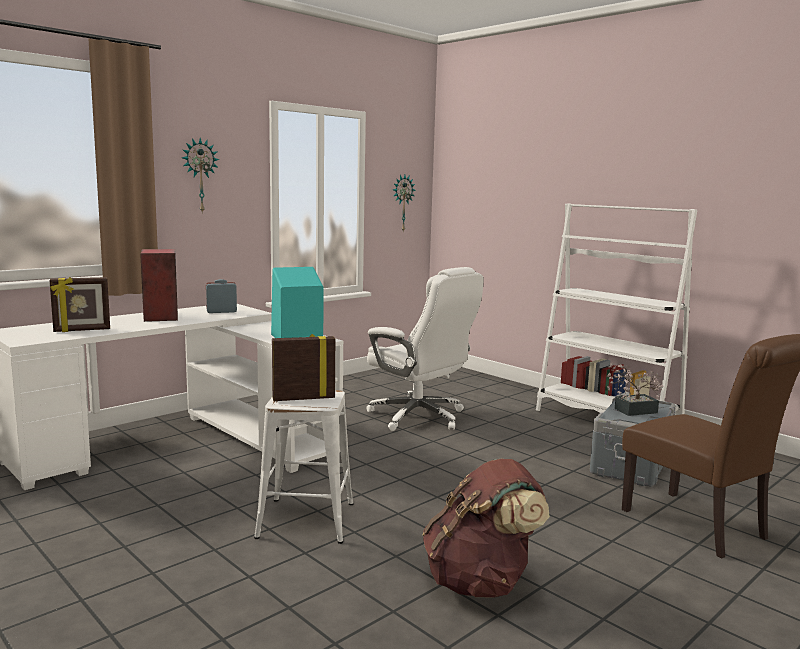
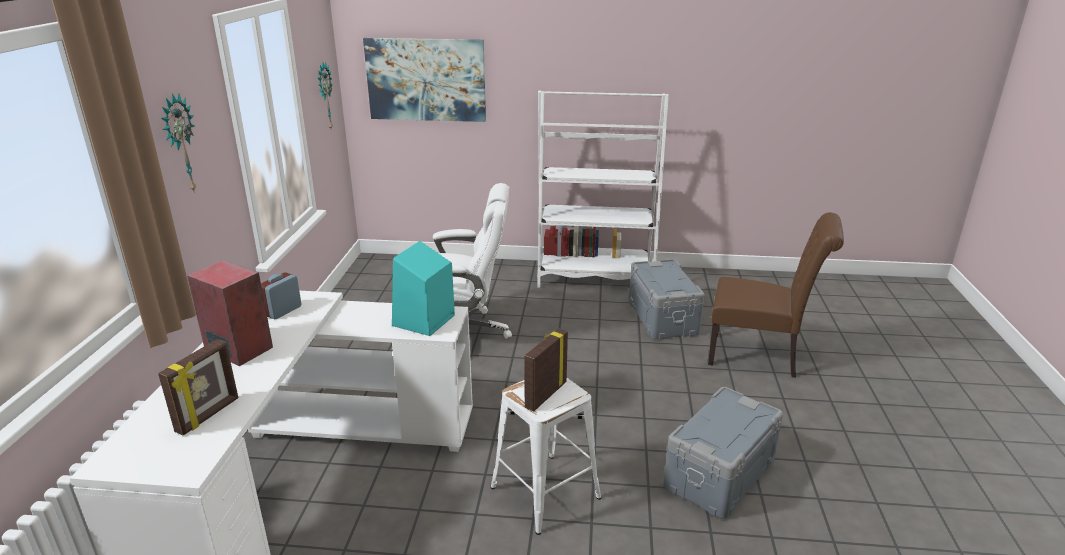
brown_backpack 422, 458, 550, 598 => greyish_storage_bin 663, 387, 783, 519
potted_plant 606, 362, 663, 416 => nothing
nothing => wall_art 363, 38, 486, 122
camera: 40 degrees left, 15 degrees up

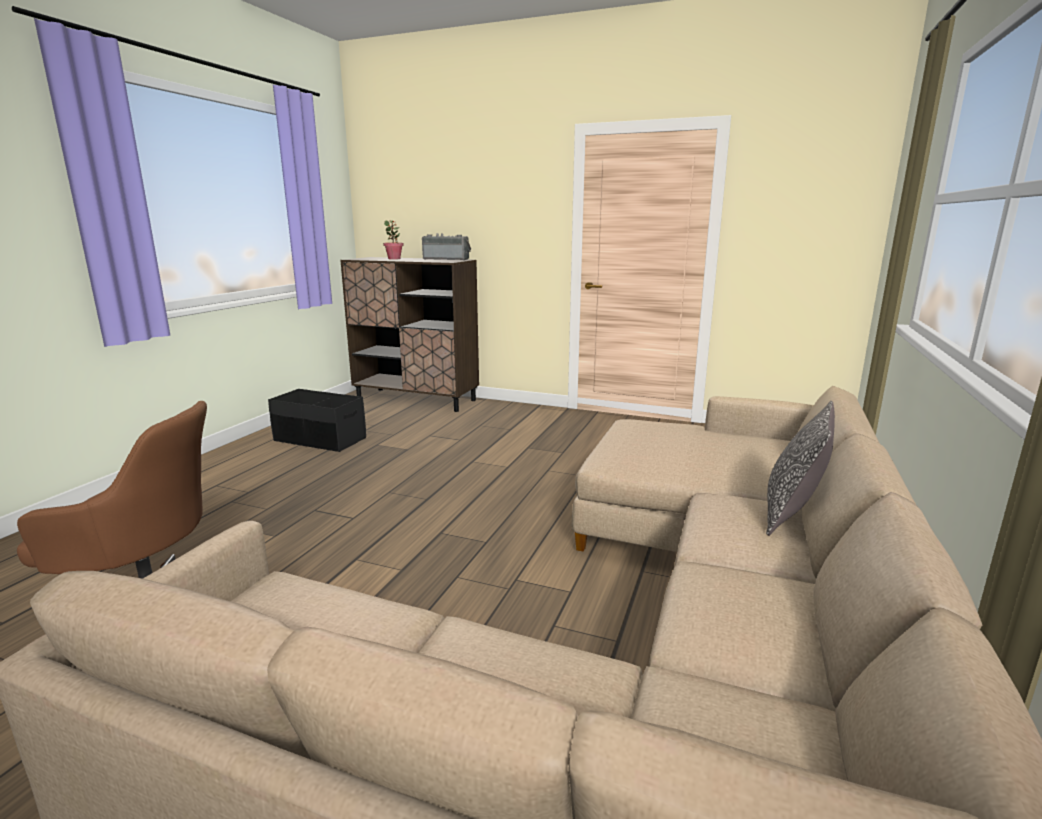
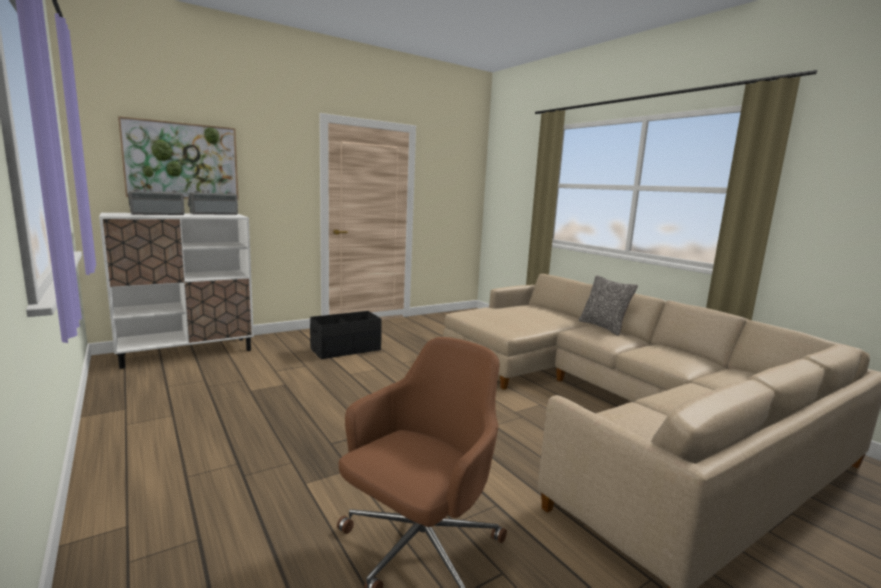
black-coloured_storage_bin 268, 389, 366, 452 => black-coloured_storage_bin 310, 311, 382, 359, moved
brown_cabinet 340, 257, 479, 412 => white_cabinet 99, 213, 254, 369
potted_plant 383, 220, 404, 260 => radio 128, 188, 184, 215
nothing => wall_art 118, 116, 239, 200
camera: 55 degrees left, 5 degrees down

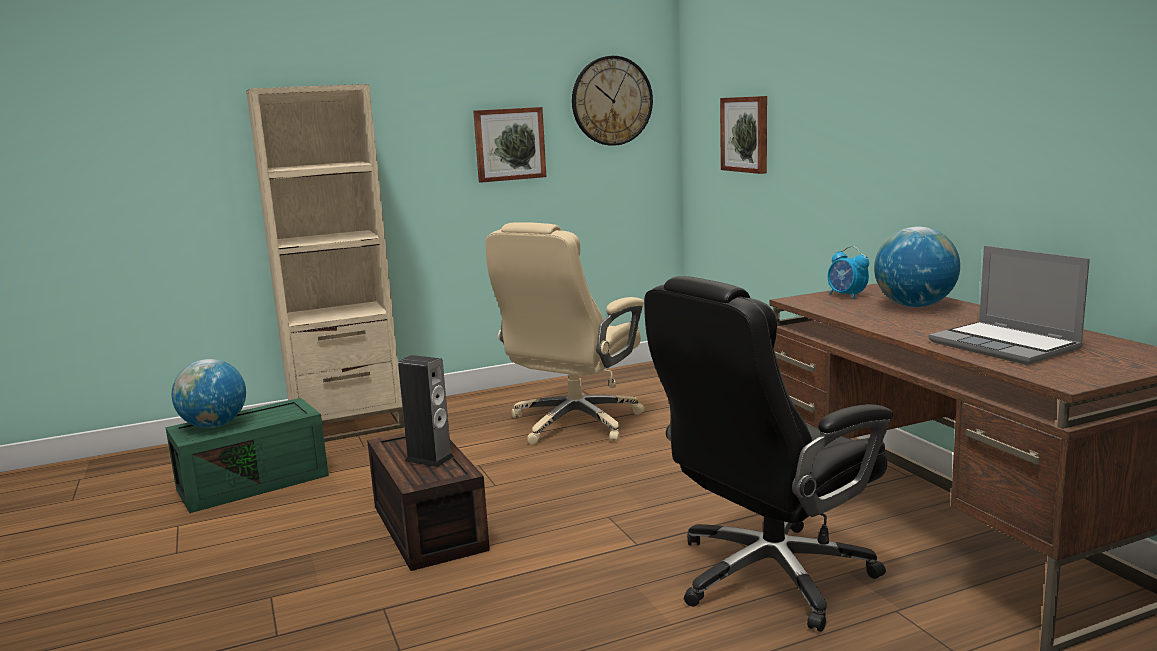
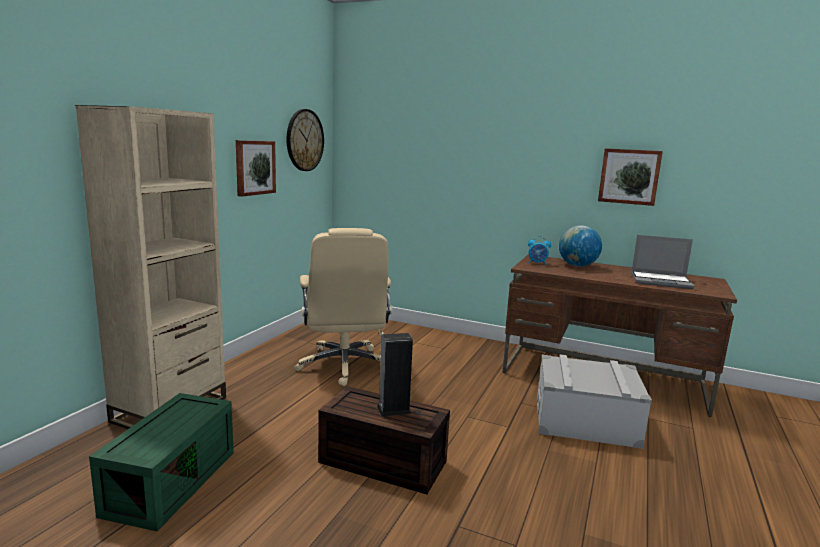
globe 172, 359, 246, 428 => nothing
black-coloured_desk_chair 644, 276, 893, 632 => greyish_storage_bin 537, 354, 652, 449
wall_art 720, 96, 767, 174 => wall_art 598, 148, 663, 206, moved
camera: 45 degrees left, 0 degrees up

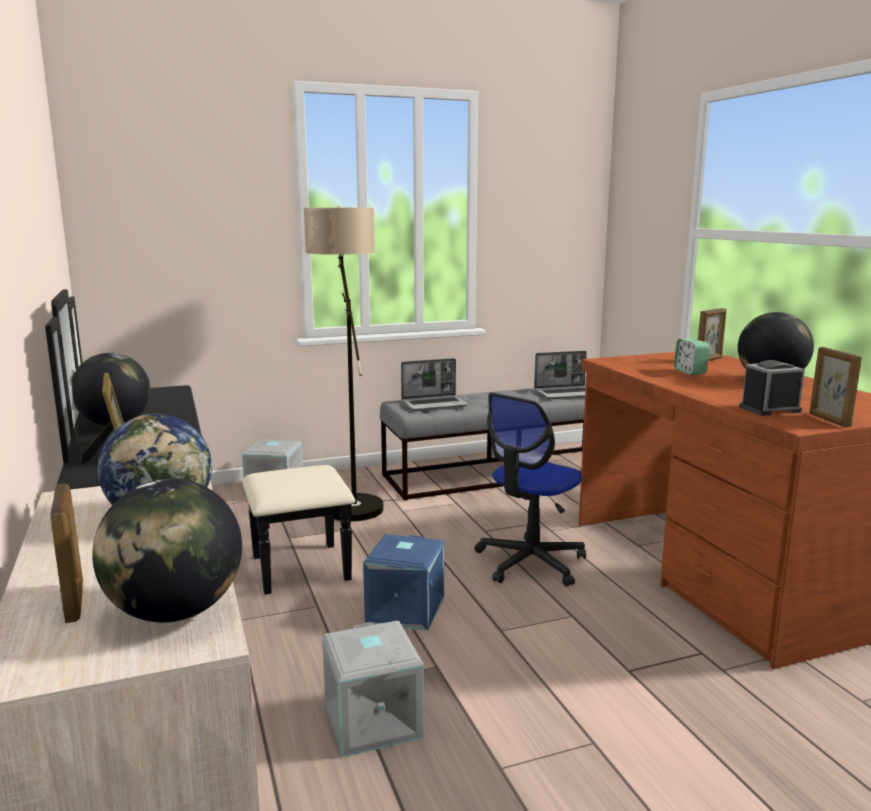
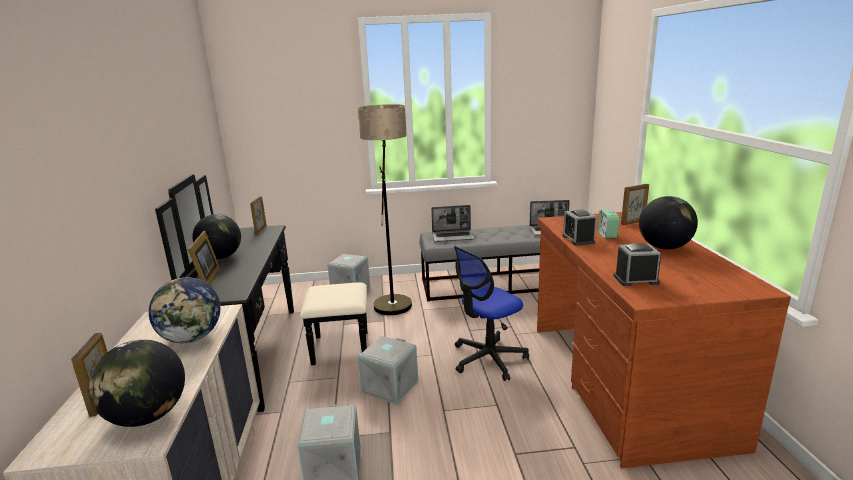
bluish_storage_bin 363, 534, 444, 631 => greyish_storage_bin 358, 336, 418, 405
photo_frame 809, 347, 862, 427 => photo_frame 250, 196, 267, 234, moved
nothing => bedside_clock 563, 209, 597, 246
camera: 15 degrees right, 5 degrees up

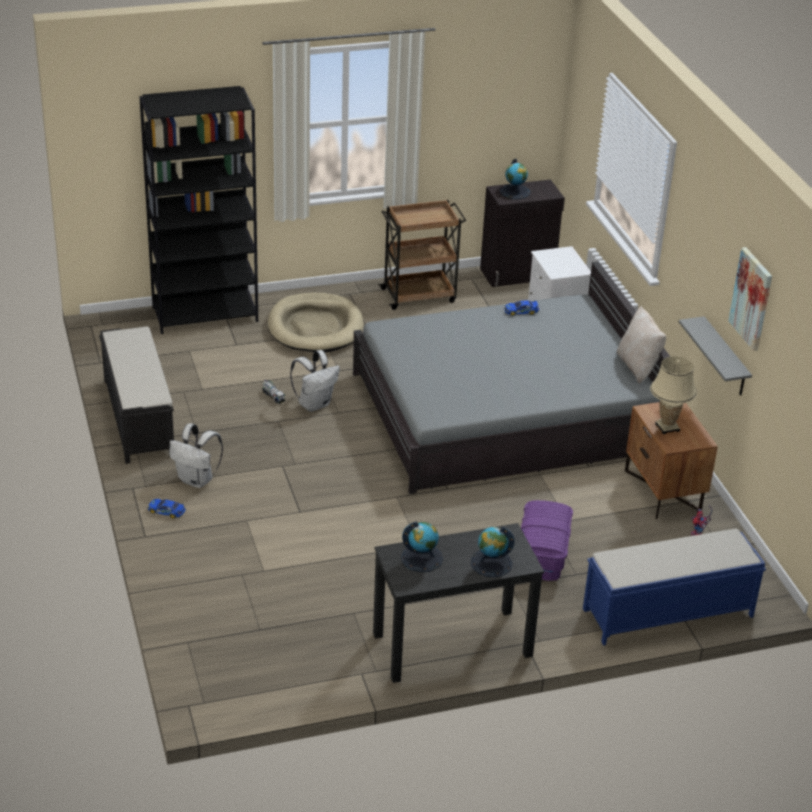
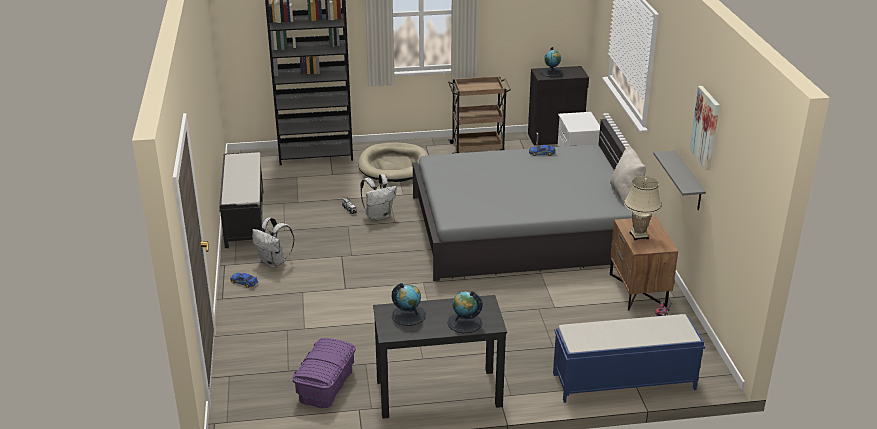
purple-coloured_storage_bin 521, 500, 573, 581 => purple-coloured_storage_bin 292, 338, 356, 408, moved
camera: 10 degrees right, 5 degrees down

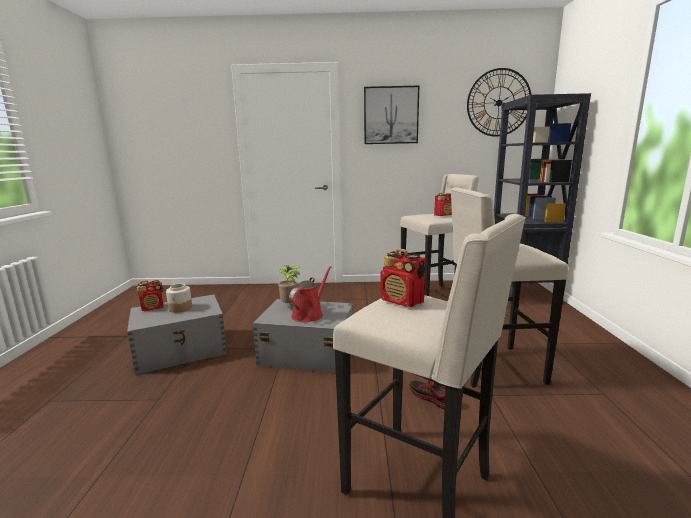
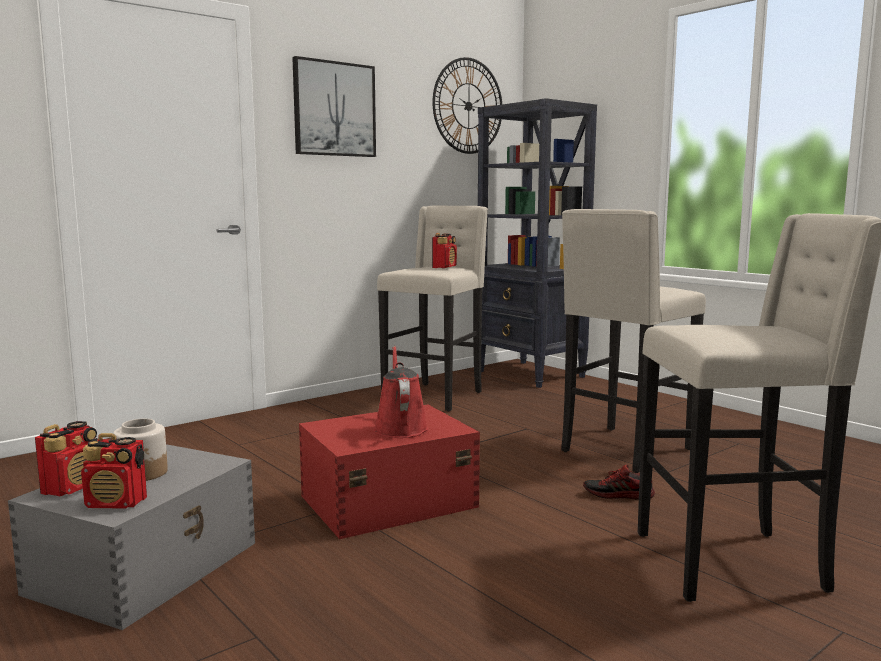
greyish_storage_bin 253, 299, 353, 373 => reddish_storage_bin 299, 404, 480, 539
potted_plant 278, 265, 300, 305 => nothing
radio 380, 248, 426, 307 => radio 81, 433, 147, 509, moved
camera: 40 degrees left, 5 degrees down

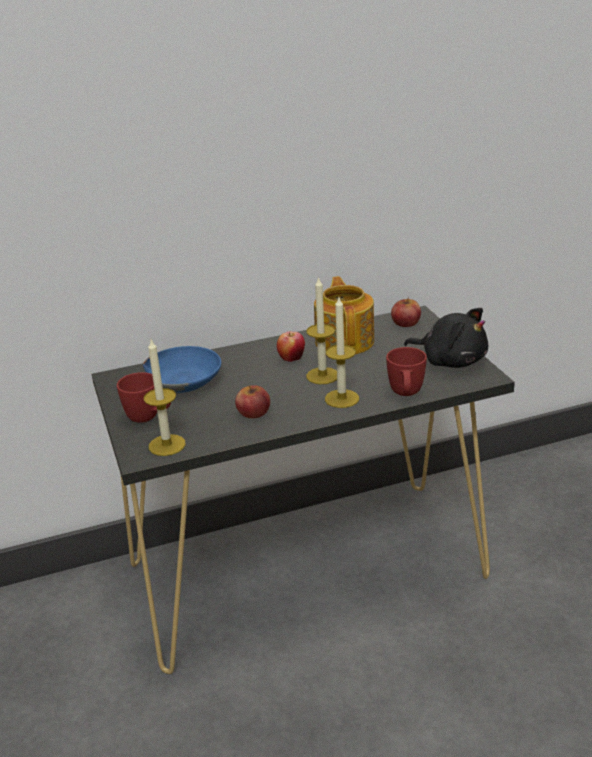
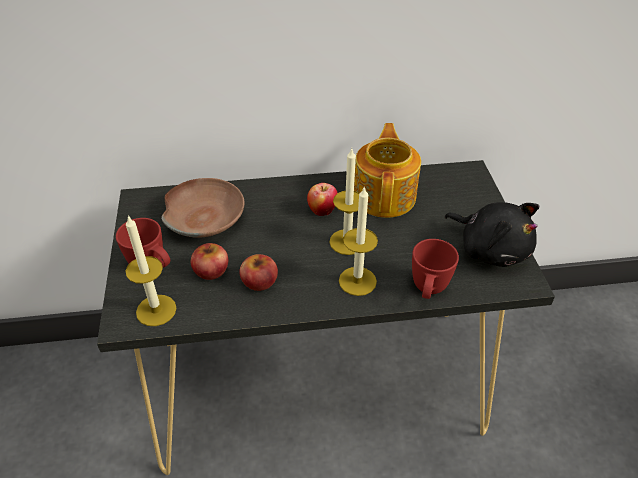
bluish_deep_dish 143, 346, 221, 393 => brown_deep_dish 161, 178, 245, 238
apple_fruit 391, 297, 421, 327 => apple_fruit 191, 243, 228, 280, moved
camera: 10 degrees right, 15 degrees up

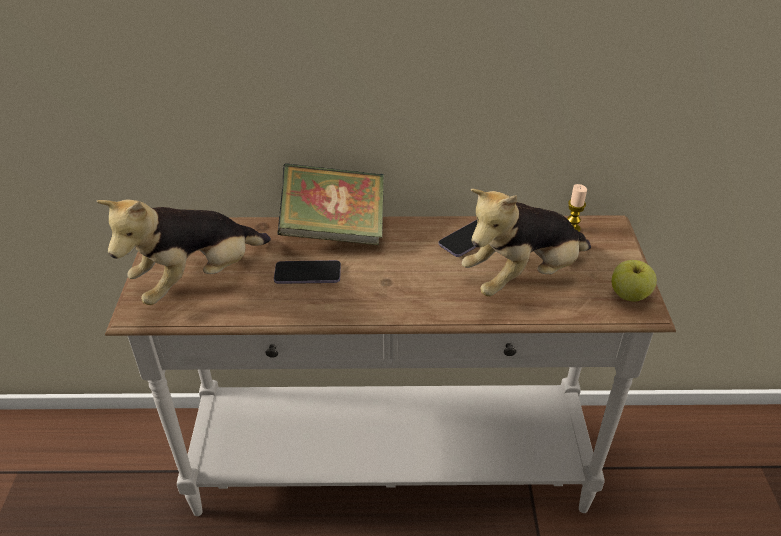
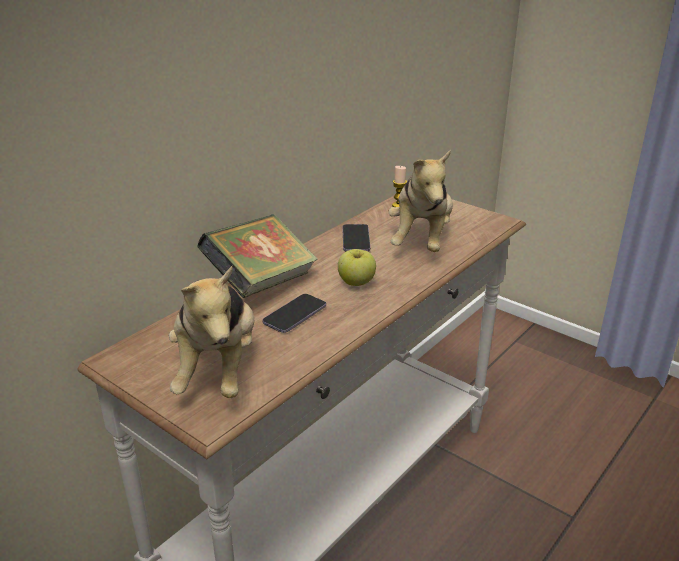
apple_fruit 612, 260, 657, 301 => apple_fruit 338, 249, 376, 286, moved
camera: 50 degrees left, 10 degrees down

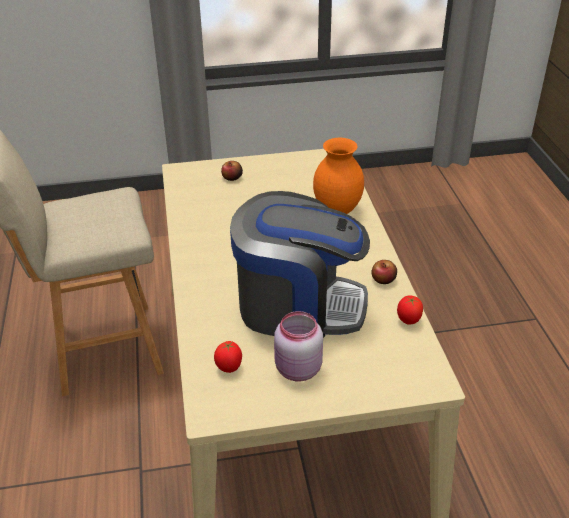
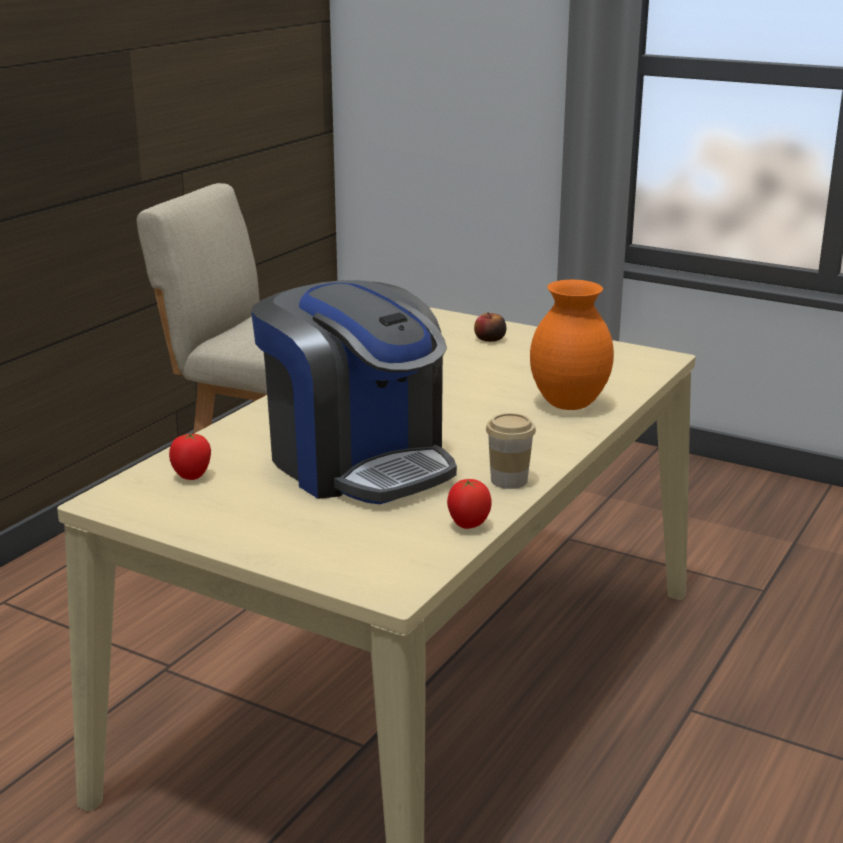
pinkish_storage_jar 274, 311, 323, 381 => nothing
apple_fruit 372, 260, 397, 284 => drinking_cup 486, 413, 536, 489
camera: 40 degrees right, 15 degrees down

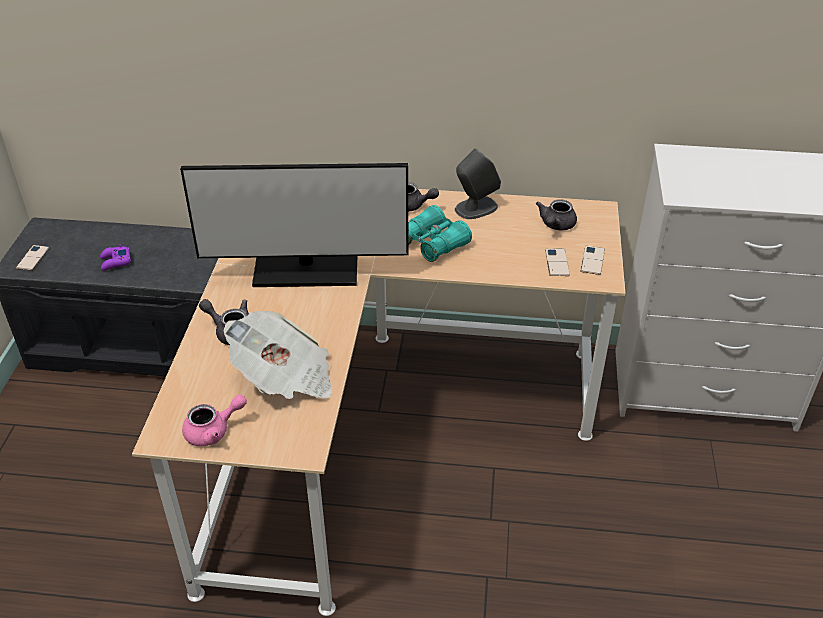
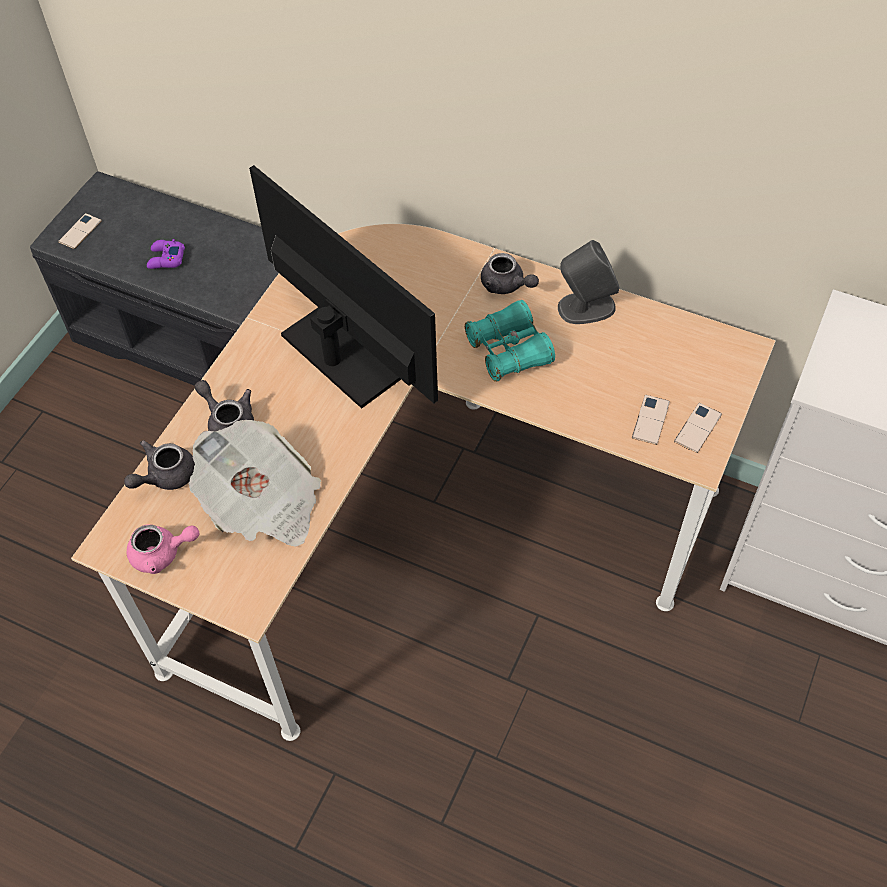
computer_display 180, 163, 408, 287 => computer_display 249, 165, 438, 409, 150 degrees counterclockwise
greyish_tea_pot 536, 199, 577, 230 => greyish_tea_pot 124, 440, 195, 490, moved
camera: 20 degrees right, 15 degrees up

